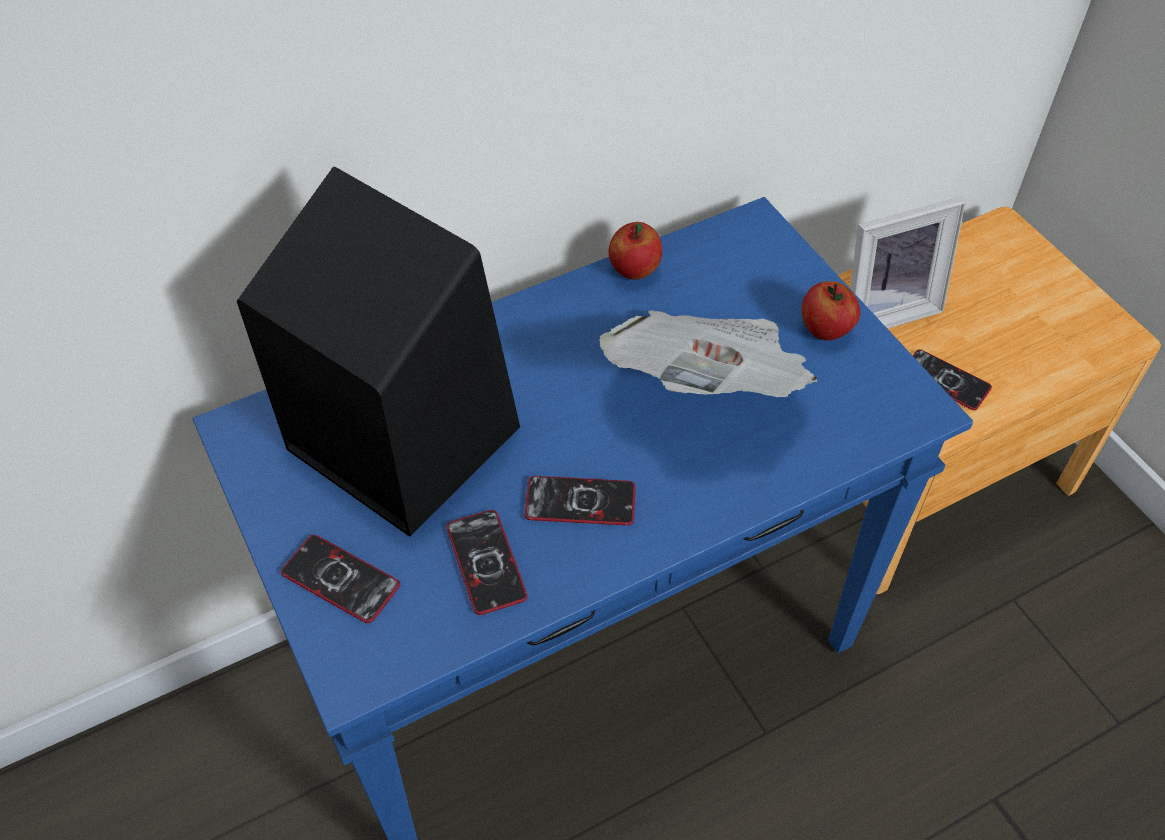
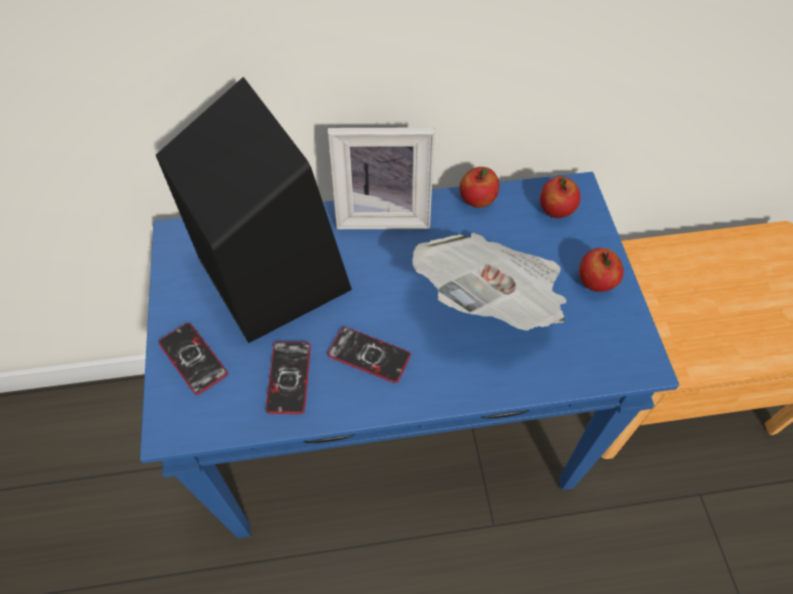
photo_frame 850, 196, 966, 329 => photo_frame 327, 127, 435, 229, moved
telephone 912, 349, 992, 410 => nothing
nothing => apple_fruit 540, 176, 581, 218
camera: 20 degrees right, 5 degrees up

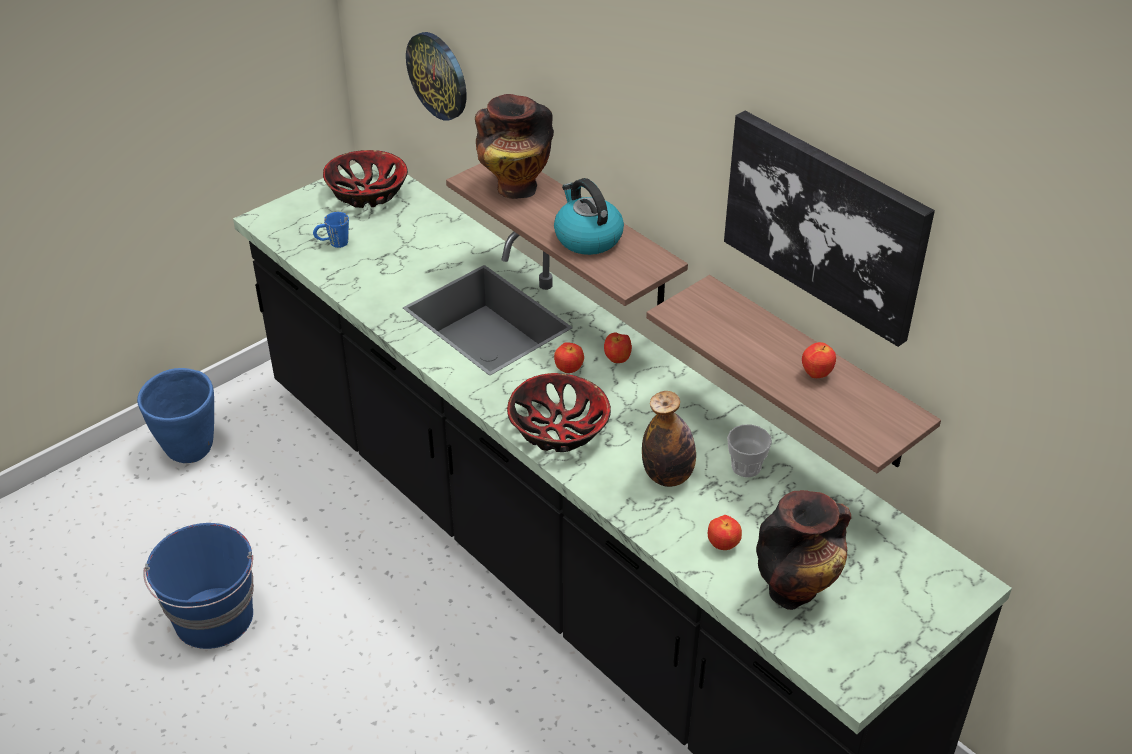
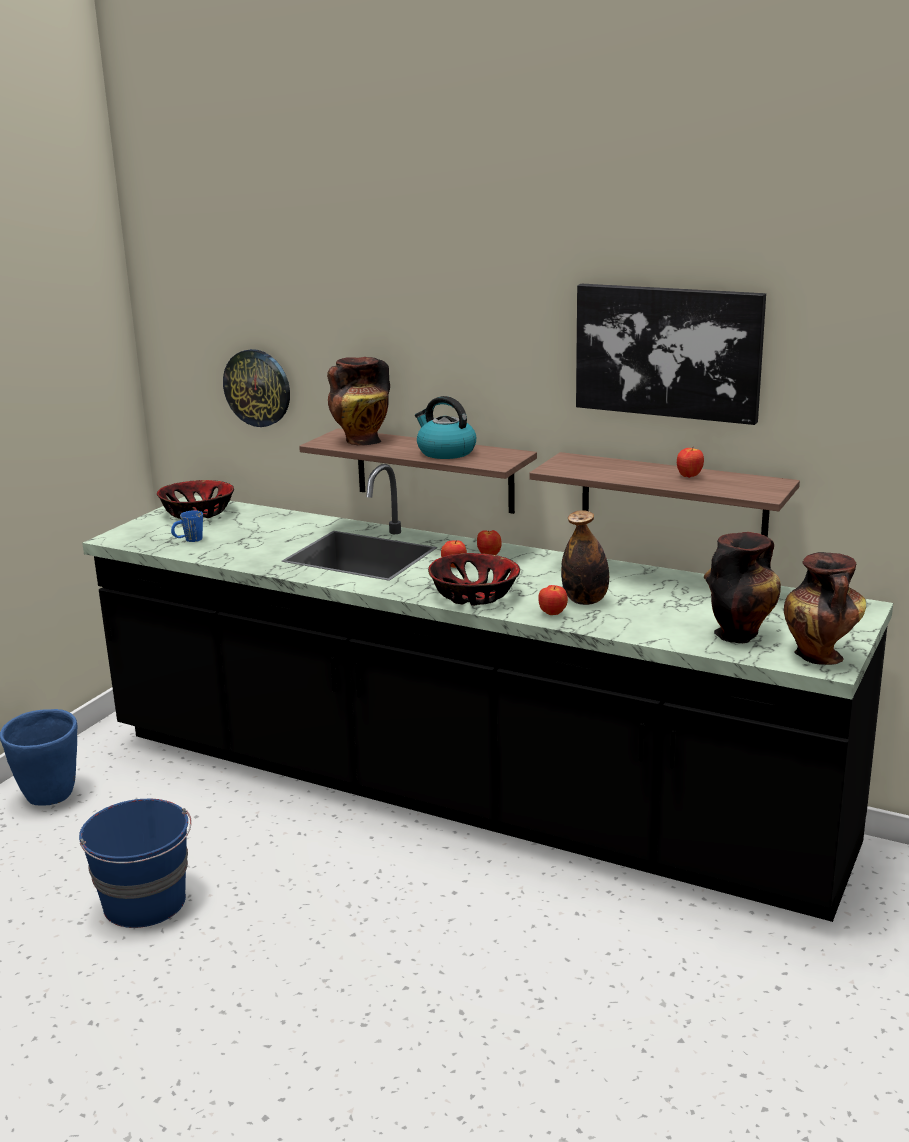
apple_fruit 708, 515, 742, 550 => apple_fruit 538, 585, 568, 615, moved
drinking_cup 727, 424, 772, 477 => nothing
nothing => flower_vase 784, 552, 866, 665
camera: 20 degrees left, 20 degrees down

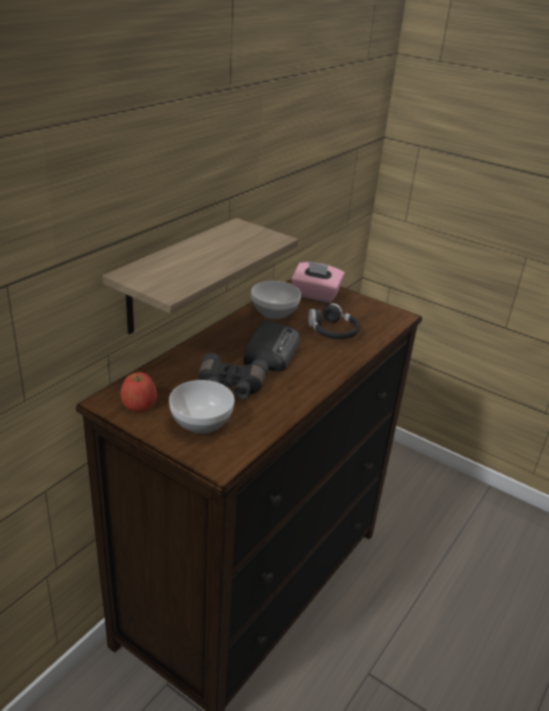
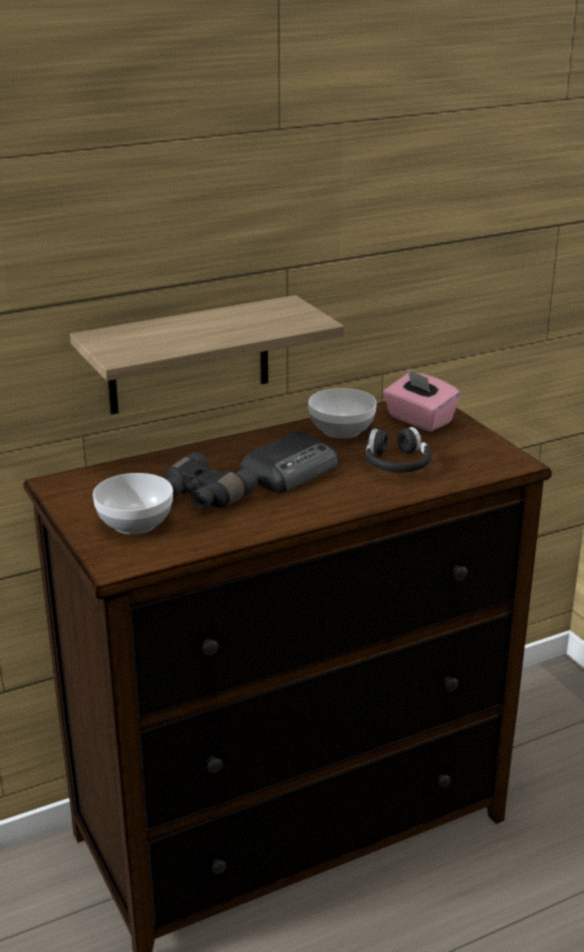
apple_fruit 121, 372, 157, 412 => nothing
camera: 30 degrees right, 5 degrees down

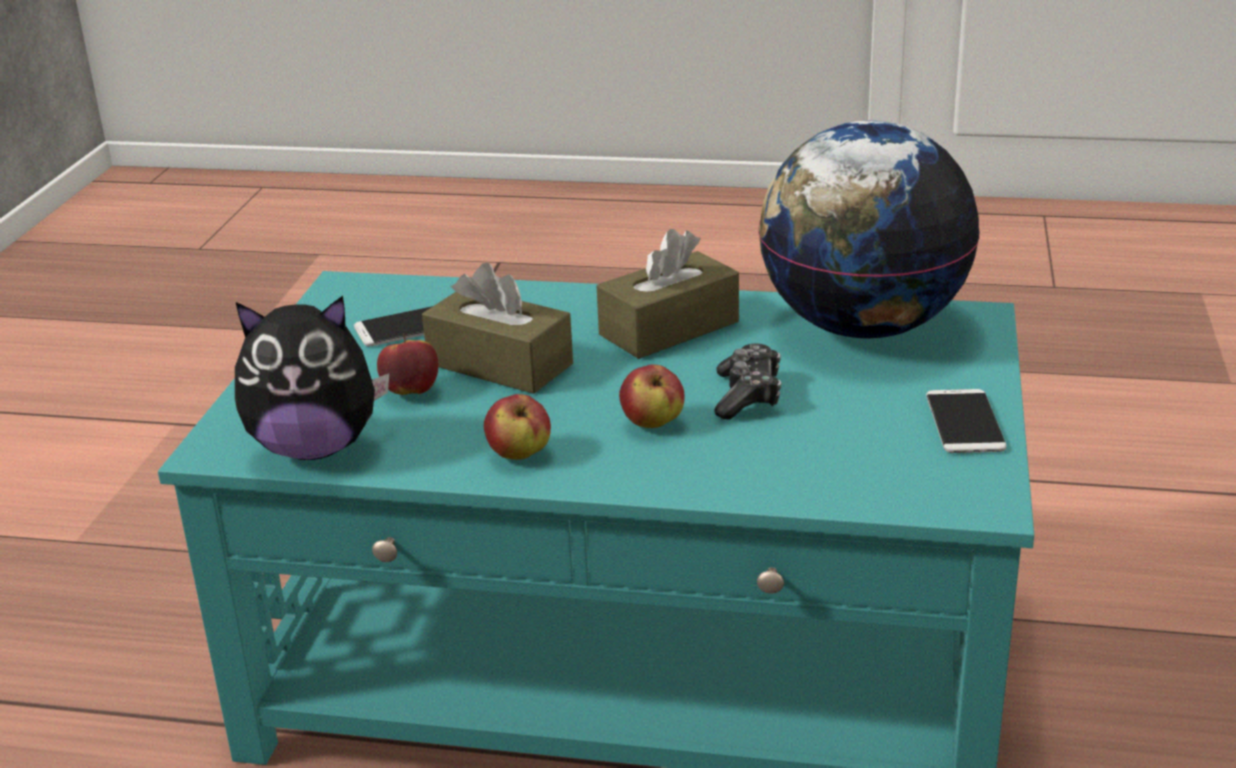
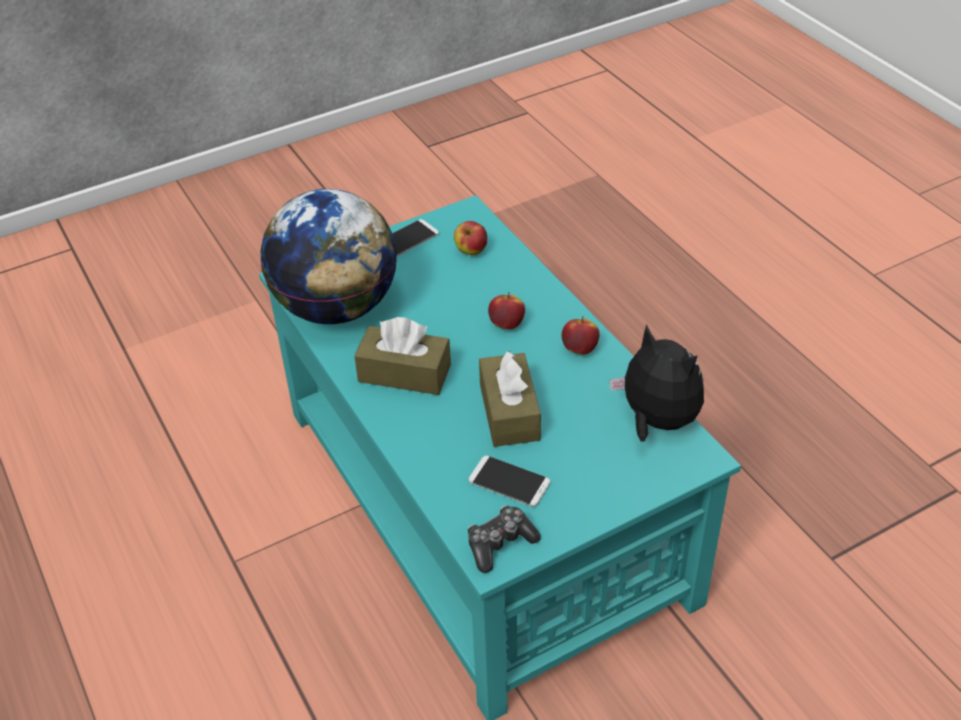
apple_fruit 377, 333, 438, 395 => apple_fruit 454, 221, 487, 255, moved
joypad 714, 343, 781, 419 => joypad 468, 506, 541, 573, moved
camera: 130 degrees left, 15 degrees up

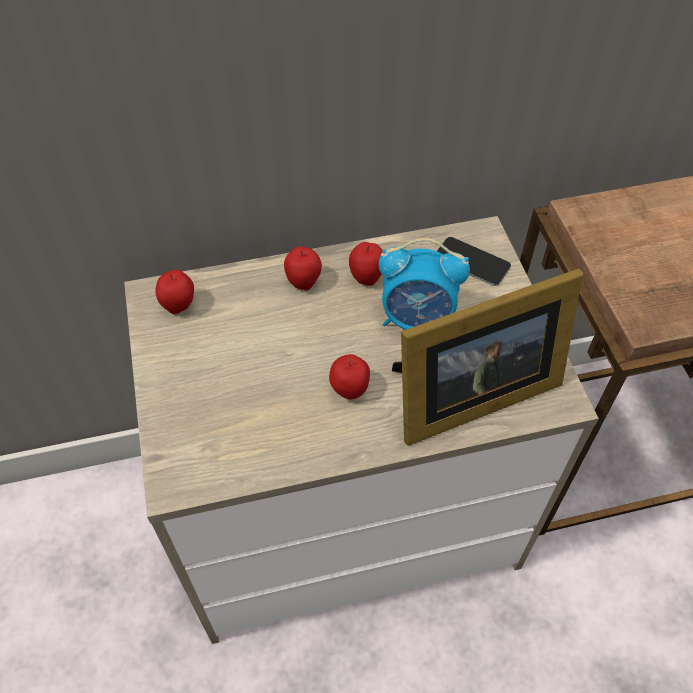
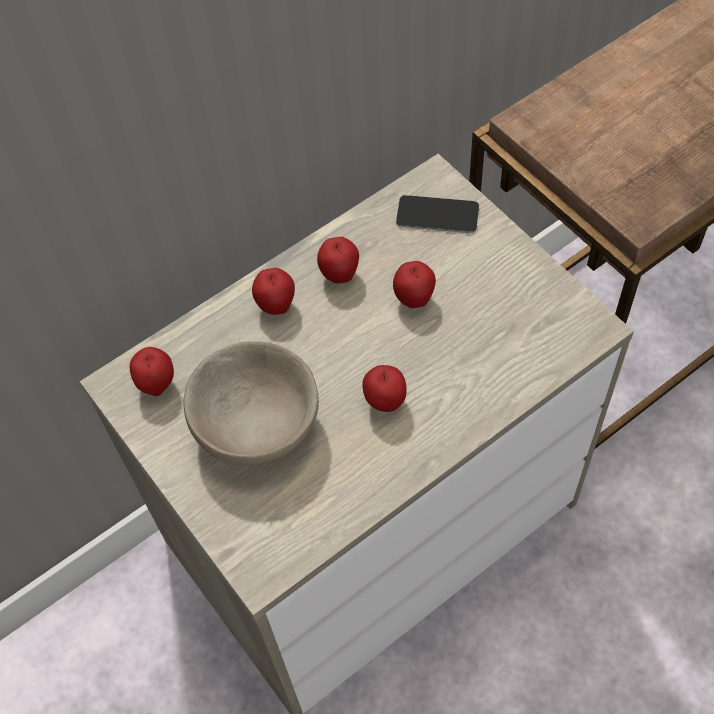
bedside_clock 379, 238, 470, 330 => apple_fruit 393, 261, 436, 308
photo_frame 392, 268, 583, 446 => nothing
nothing => beige-coloured_deep_dish 183, 341, 319, 466
camera: 20 degrees left, 5 degrees up

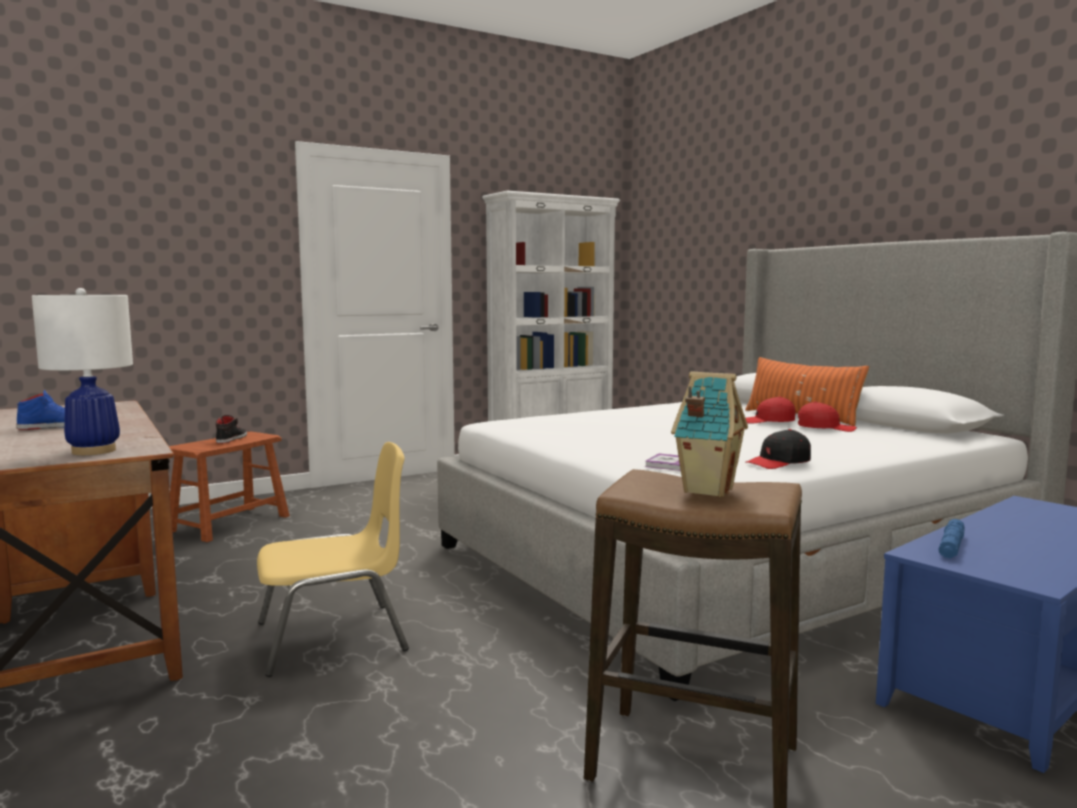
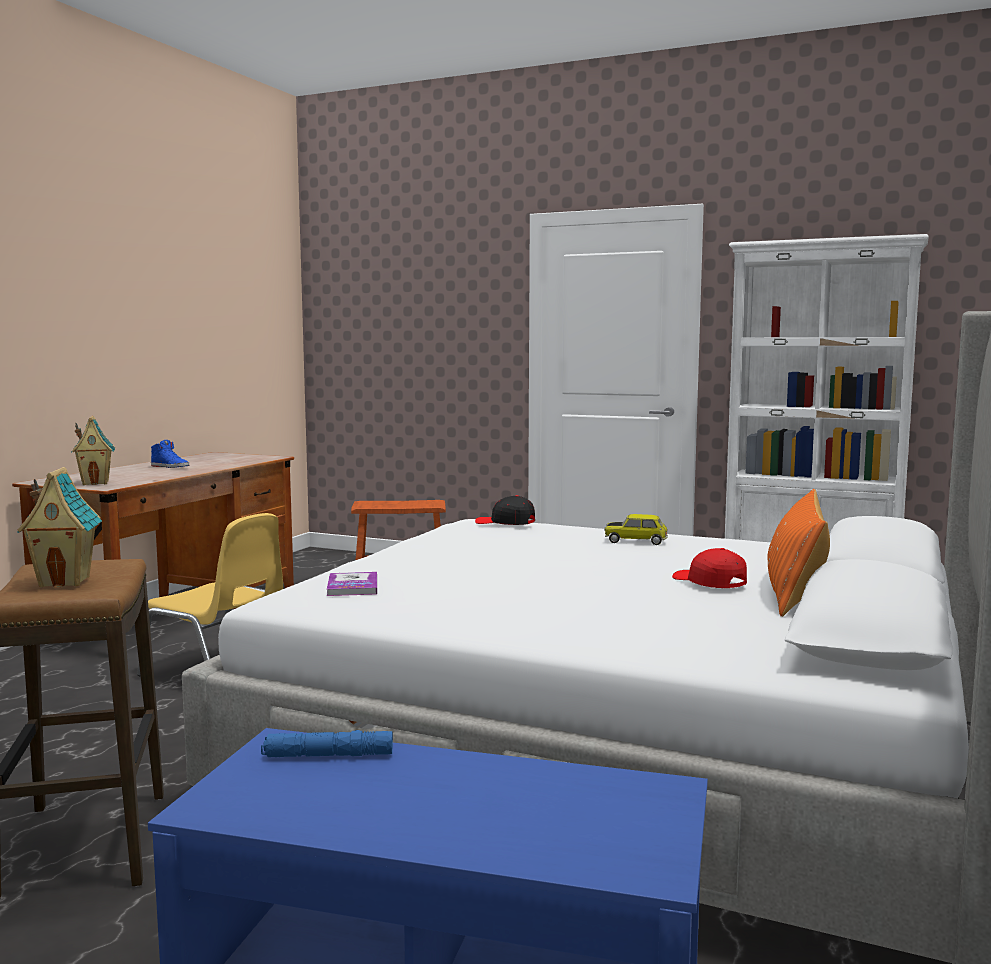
white_table_lamp 32, 288, 133, 455 => model_house 71, 416, 115, 485
black-coloured_shoe 216, 415, 247, 444 => nothing
black-coloured_peaked_cap 745, 429, 811, 469 => black-coloured_peaked_cap 475, 495, 535, 525, moved
reddish_peaked_cap 798, 402, 857, 432 => nothing
nothing => miniature_car 604, 514, 668, 545
camera: 55 degrees right, 0 degrees up

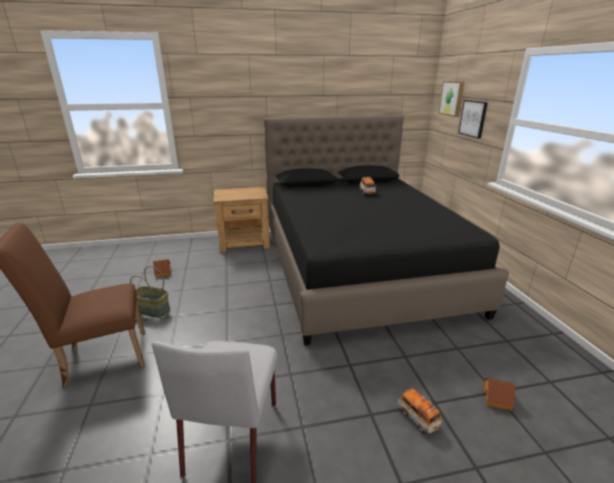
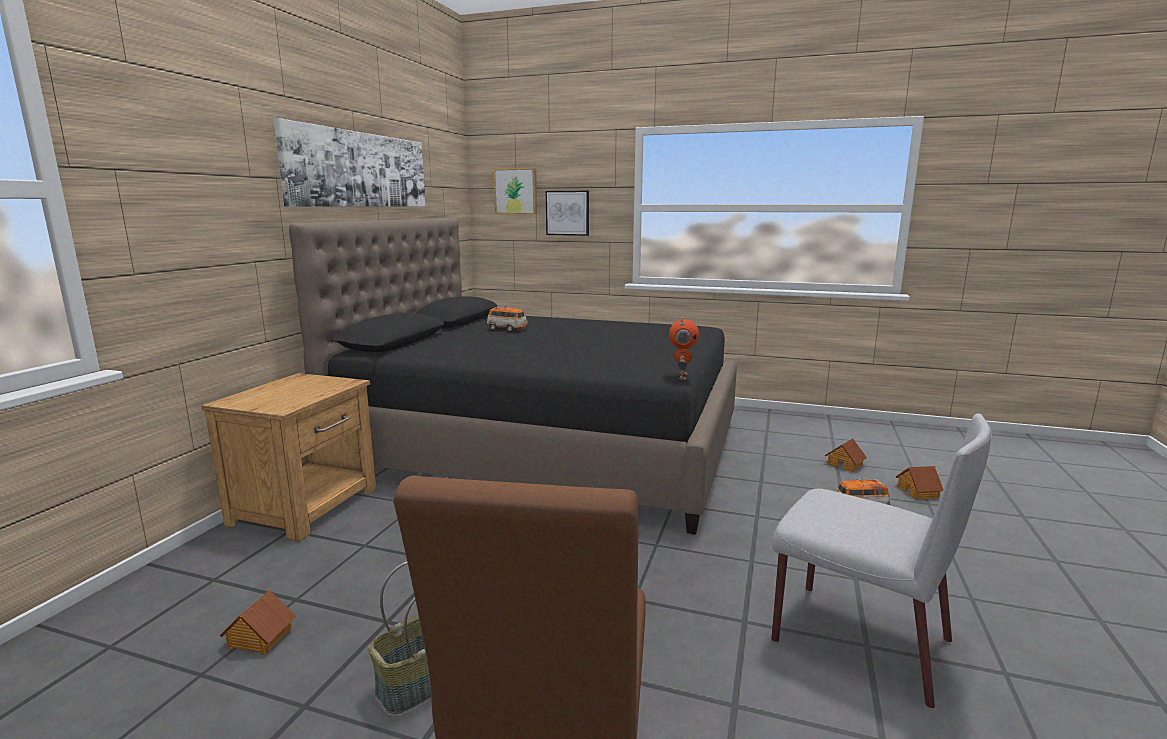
nothing => wall_art 274, 118, 426, 207
nothing => robot_figure 669, 318, 699, 380
nothing => model_house 896, 466, 943, 499
camera: 60 degrees left, 10 degrees down

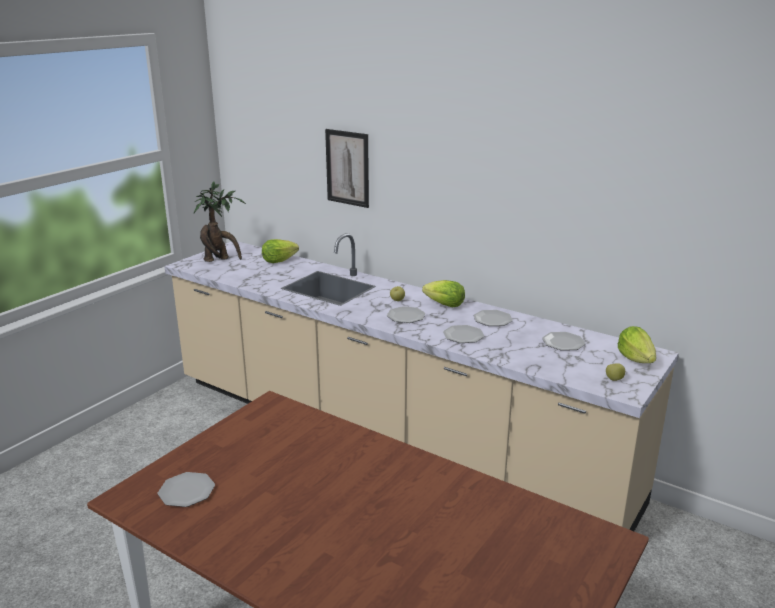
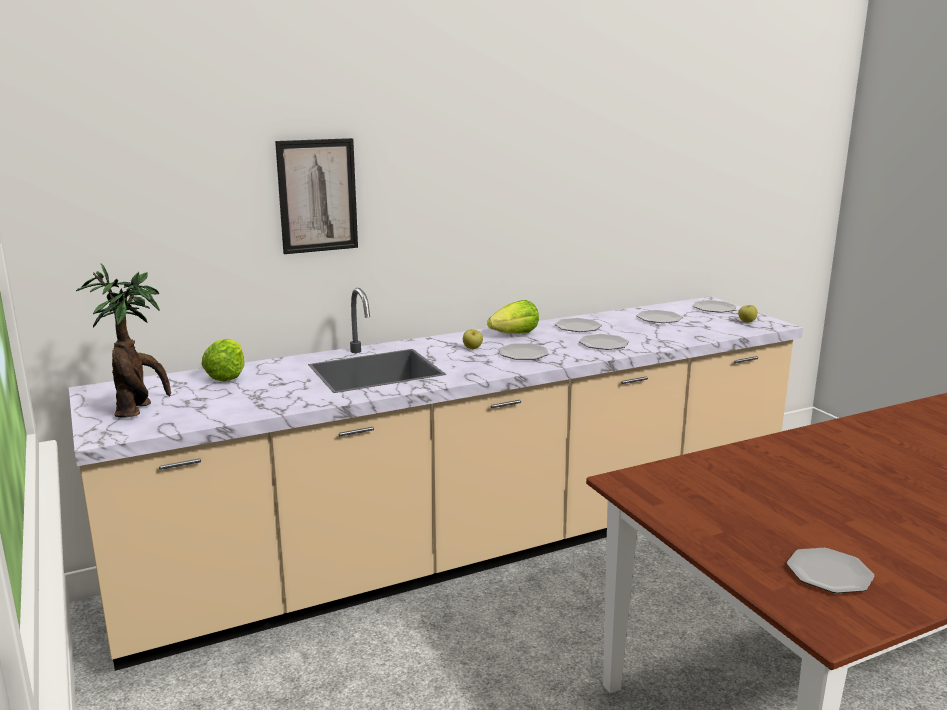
lettuce 618, 326, 656, 363 => plate 693, 300, 736, 313
camera: 60 degrees left, 5 degrees down

